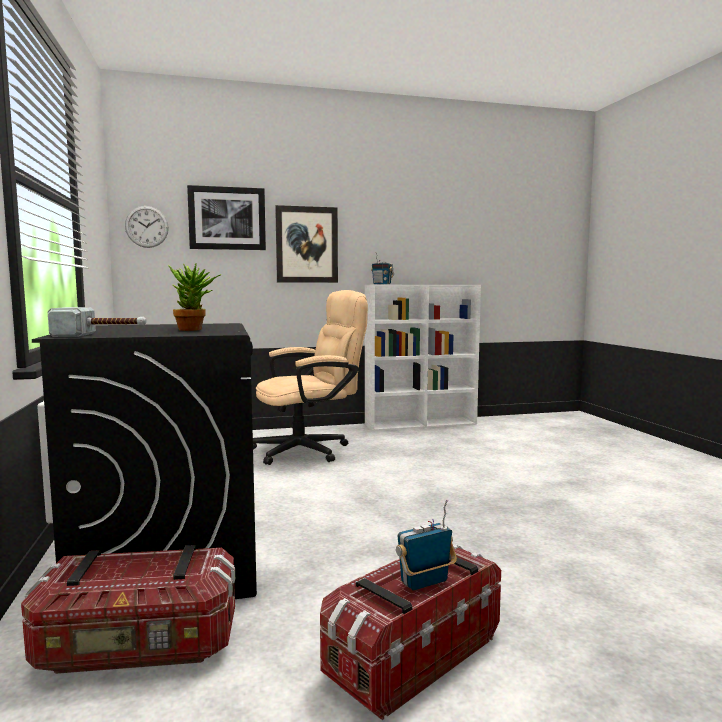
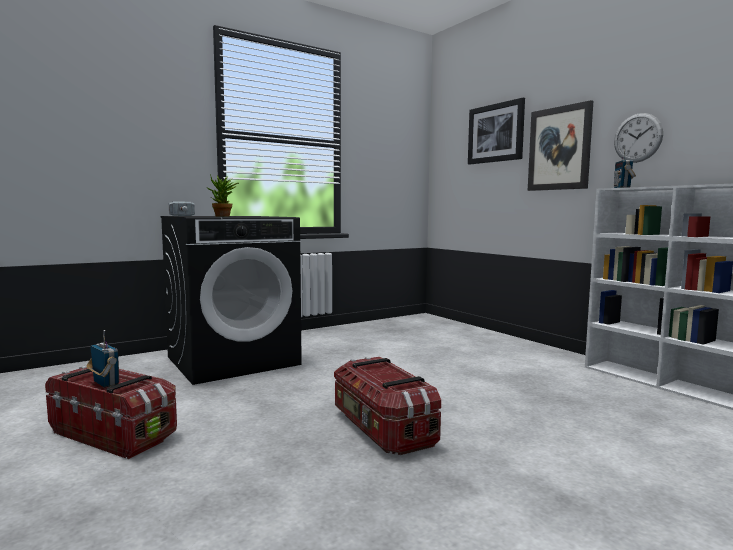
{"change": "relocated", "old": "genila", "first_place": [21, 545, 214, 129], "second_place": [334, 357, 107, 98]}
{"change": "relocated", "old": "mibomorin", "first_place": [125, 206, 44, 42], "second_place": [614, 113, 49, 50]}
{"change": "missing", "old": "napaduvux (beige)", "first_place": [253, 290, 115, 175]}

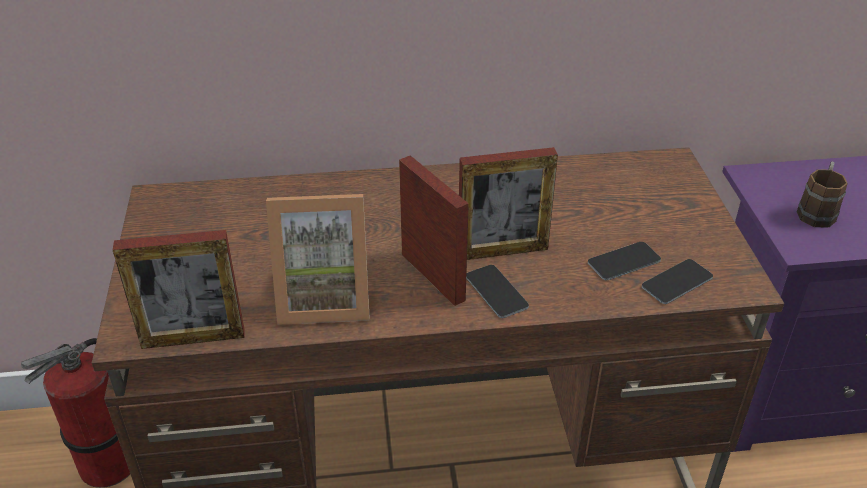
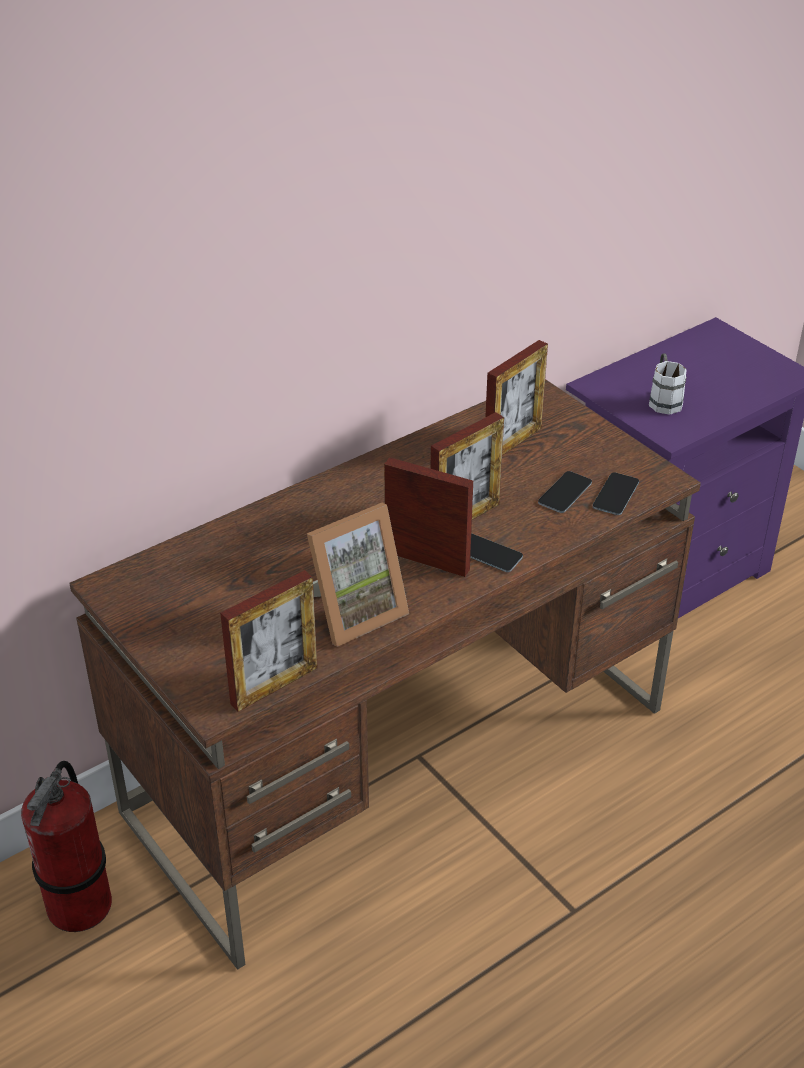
{"change": "colour", "old": "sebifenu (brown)", "new": "sebifenu (white)", "first_place": [797, 161, 51, 67], "second_place": [649, 353, 38, 61]}
{"change": "appeared", "new": "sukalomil", "second_place": [485, 340, 63, 116]}

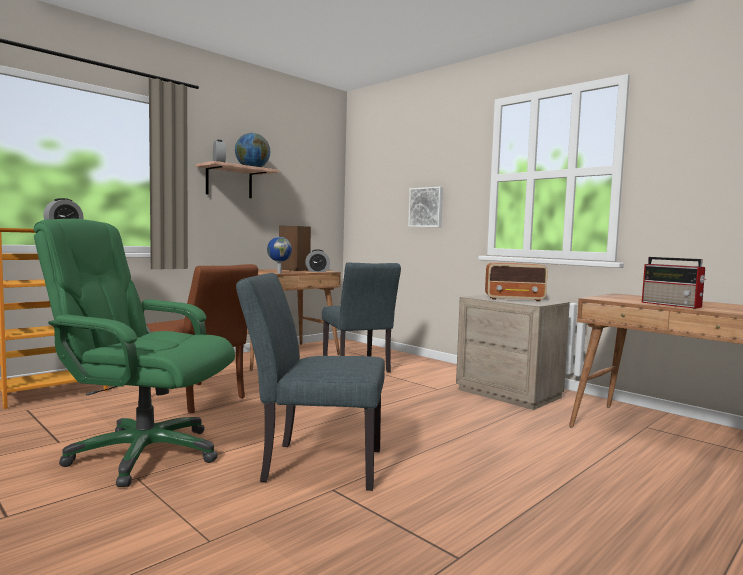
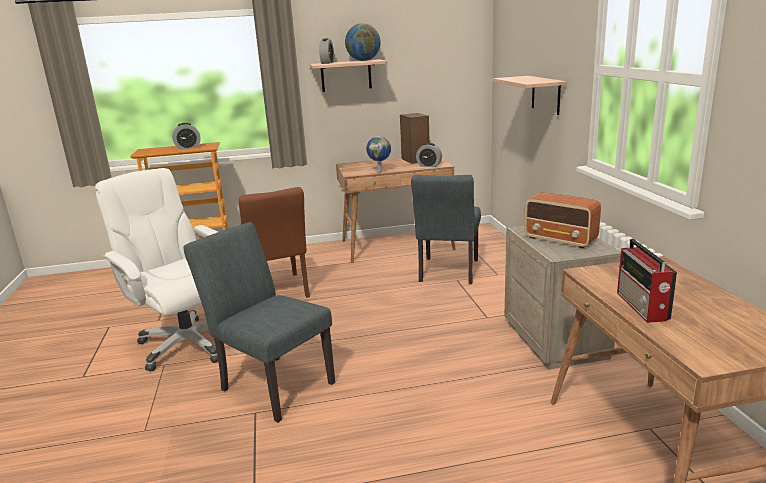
{"change": "colour", "old": "napaduvux (green)", "new": "napaduvux (white)", "first_place": [34, 219, 201, 268], "second_place": [95, 168, 123, 203]}
{"change": "exchanged", "old": "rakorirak", "new": "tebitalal", "first_place": [408, 187, 35, 40], "second_place": [493, 76, 74, 39]}

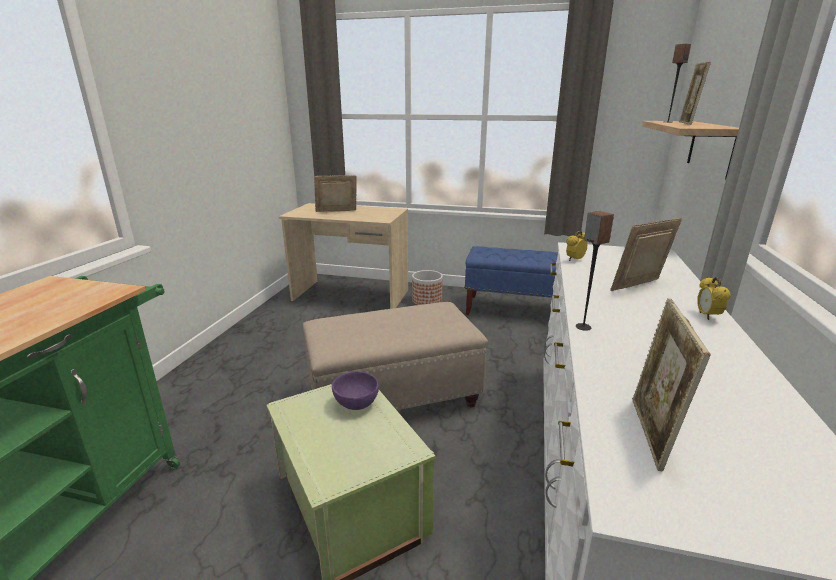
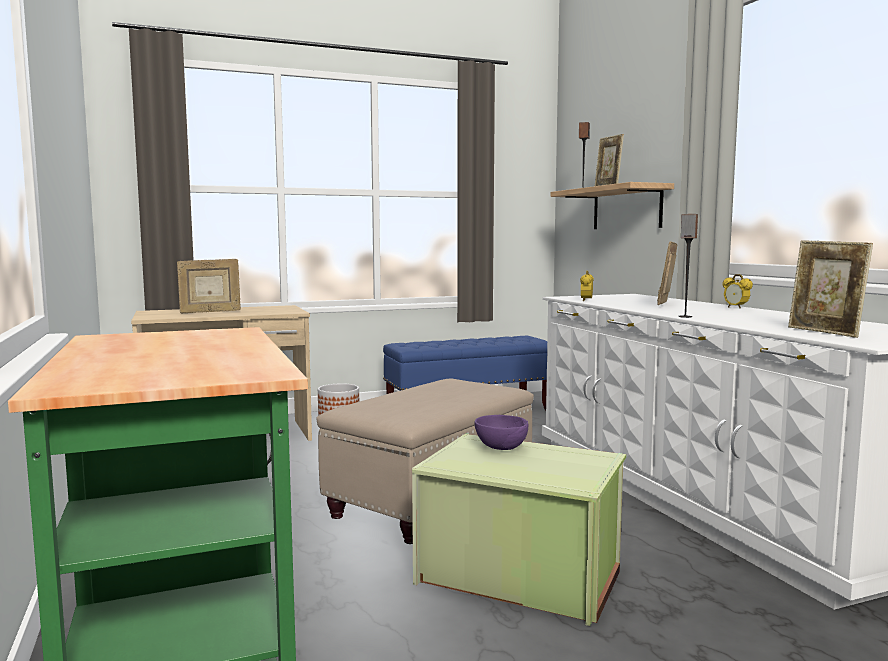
{"change": "spun", "old": "sukalomil", "first_place": [314, 175, 43, 37], "second_place": [177, 259, 64, 54], "degrees": -135}

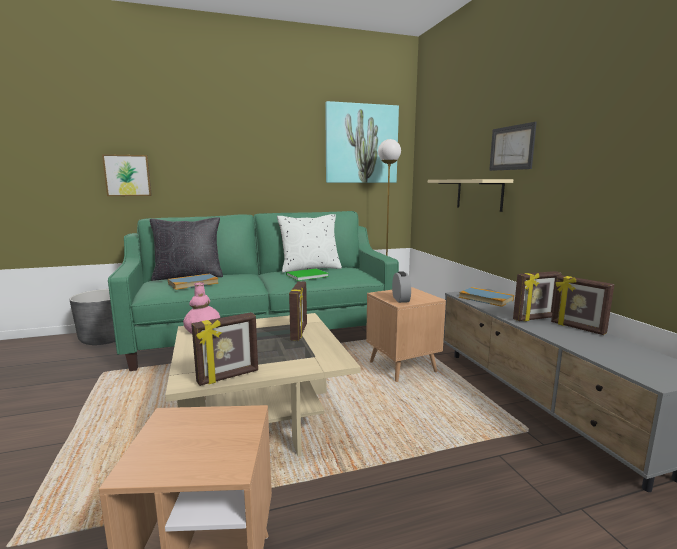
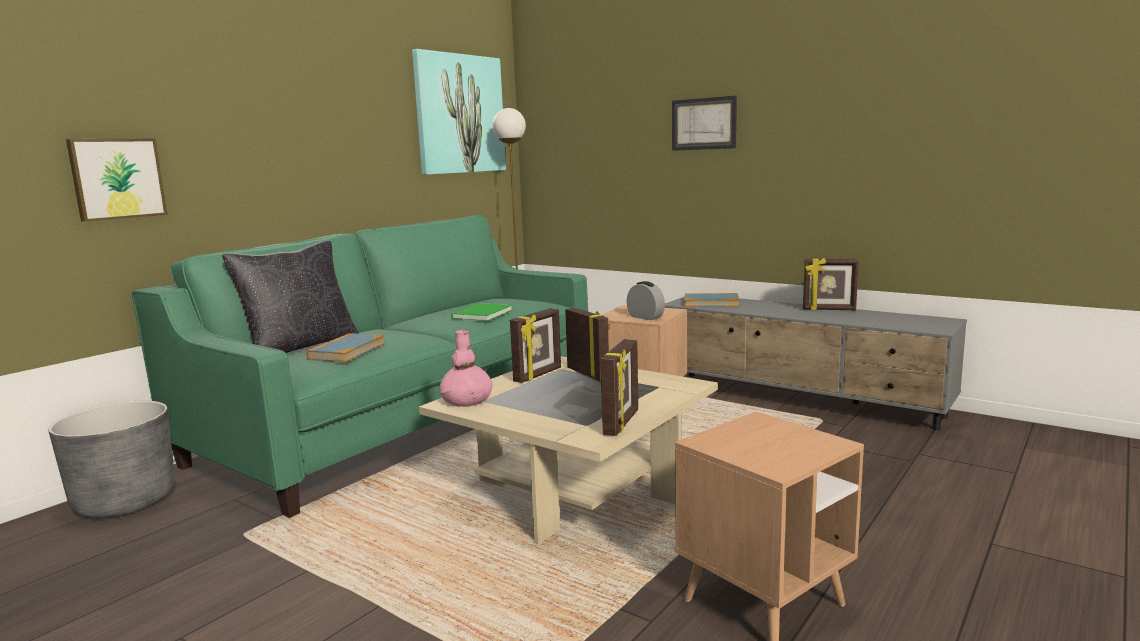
{"change": "missing", "old": "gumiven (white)", "first_place": [277, 214, 65, 58]}
{"change": "missing", "old": "tebitalal (beige)", "first_place": [428, 179, 85, 33]}
{"change": "relocated", "old": "sukalomil", "first_place": [513, 271, 49, 50], "second_place": [510, 308, 51, 75]}

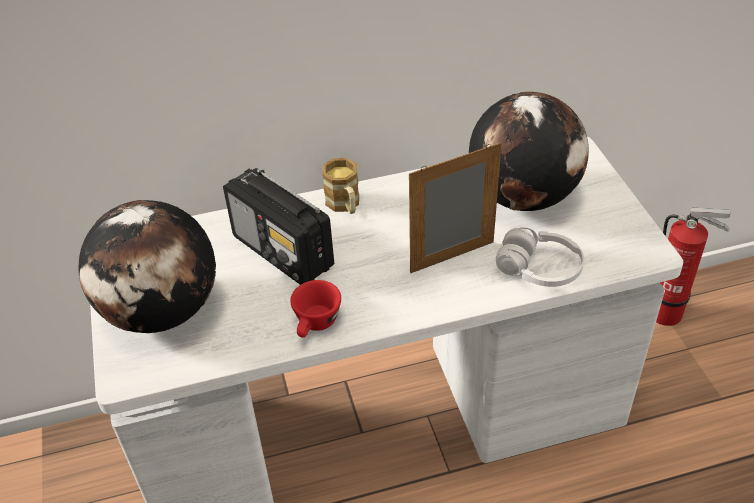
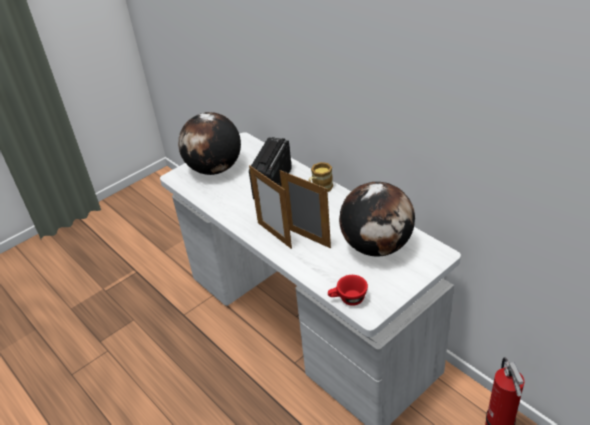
{"change": "relocated", "old": "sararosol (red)", "first_place": [290, 280, 51, 58], "second_place": [328, 275, 40, 31]}
{"change": "missing", "old": "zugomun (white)", "first_place": [496, 227, 88, 60]}
{"change": "appeared", "new": "sukalomil", "second_place": [249, 165, 43, 84]}

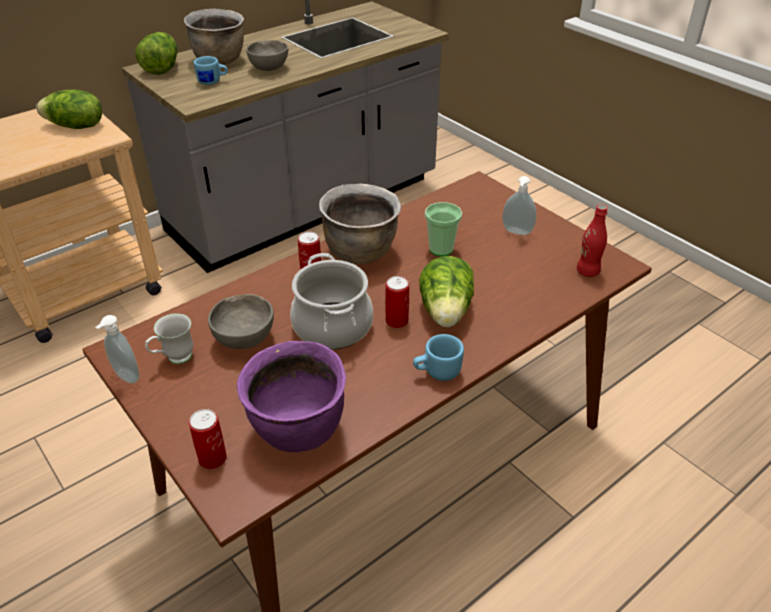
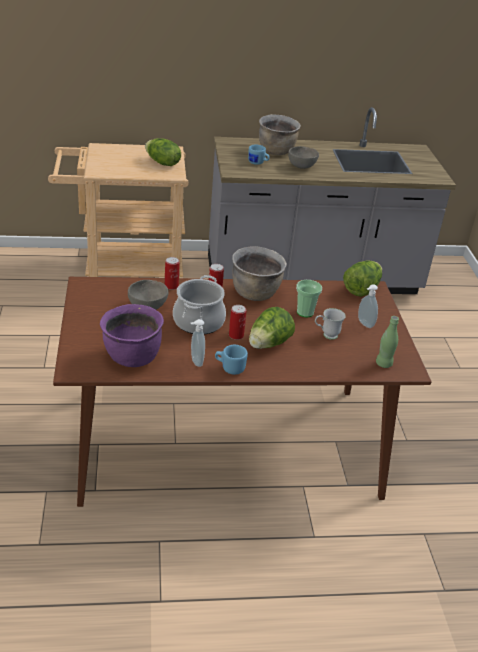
{"change": "relocated", "old": "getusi", "first_place": [96, 315, 44, 69], "second_place": [191, 319, 14, 48]}
{"change": "relocated", "old": "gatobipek", "first_place": [135, 32, 42, 43], "second_place": [343, 260, 39, 37]}
{"change": "relocated", "old": "sebifenu (white)", "first_place": [145, 313, 48, 51], "second_place": [315, 308, 31, 32]}
{"change": "relocated", "old": "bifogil", "first_place": [189, 409, 38, 60], "second_place": [165, 257, 15, 33]}
{"change": "colour", "old": "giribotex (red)", "new": "giribotex (green)", "first_place": [577, 204, 31, 73], "second_place": [376, 316, 23, 52]}

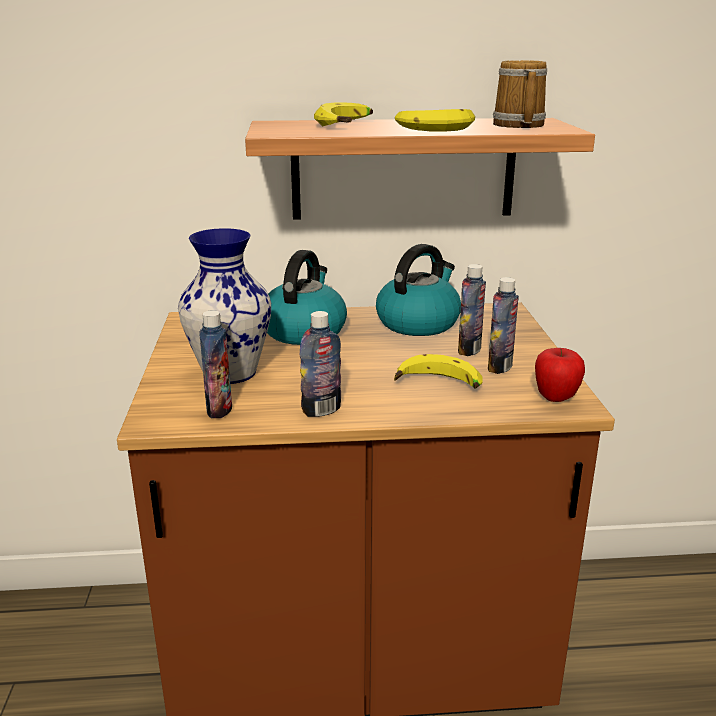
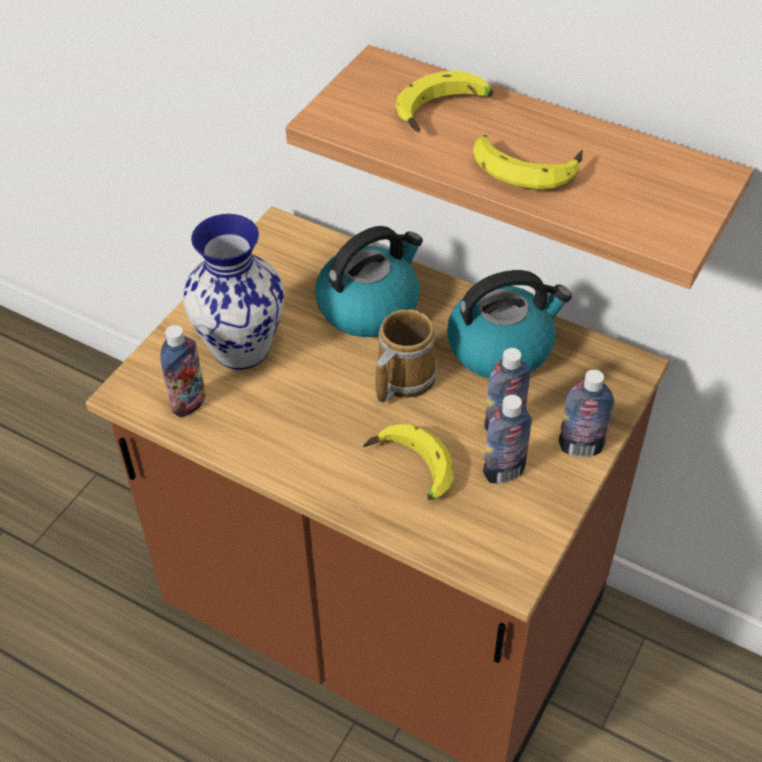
{"change": "relocated", "old": "giribotex", "first_place": [300, 311, 41, 106], "second_place": [559, 370, 56, 87]}
{"change": "relocated", "old": "sebifenu", "first_place": [493, 60, 54, 68], "second_place": [375, 309, 63, 94]}
{"change": "missing", "old": "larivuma", "first_place": [535, 348, 50, 54]}

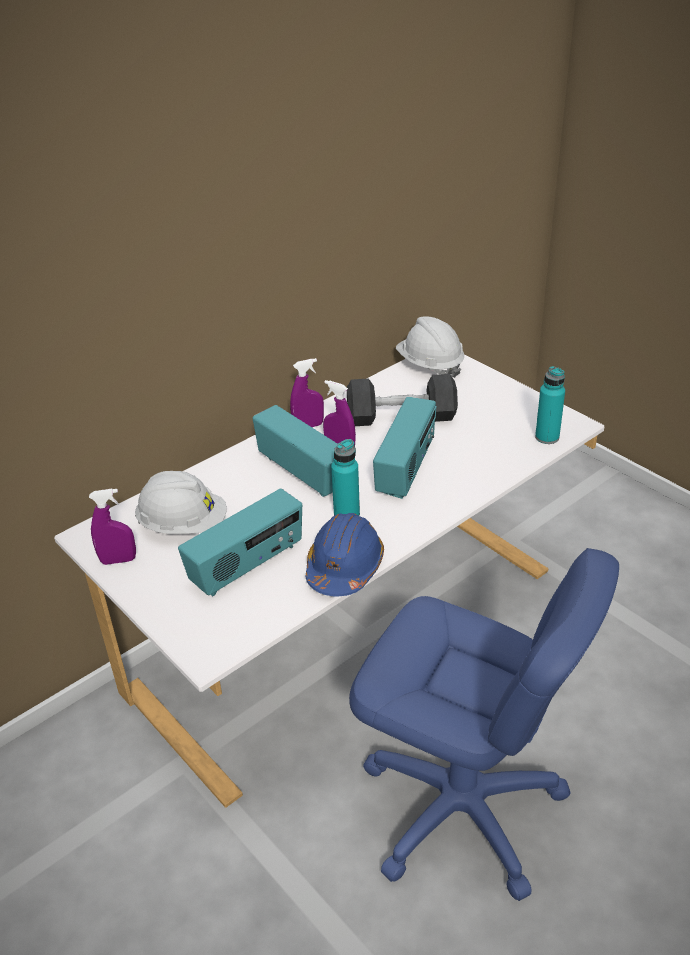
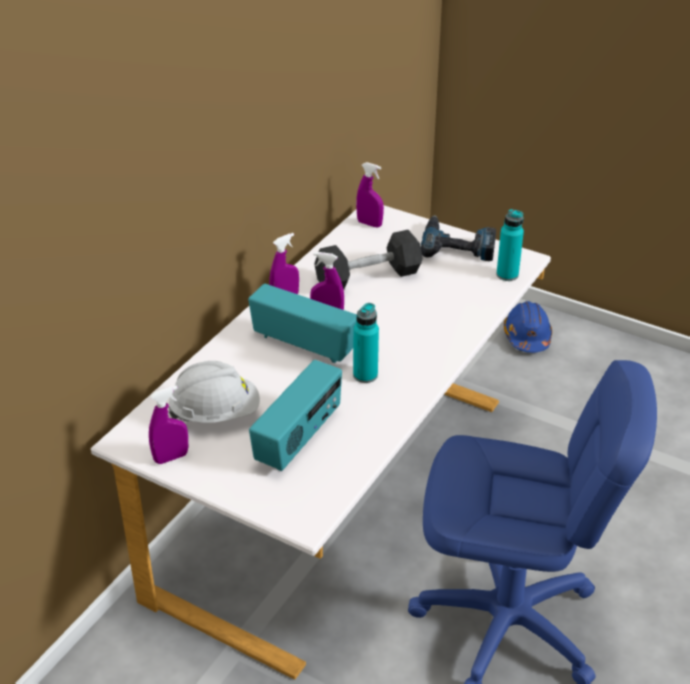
{"change": "relocated", "old": "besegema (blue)", "first_place": [306, 513, 78, 83], "second_place": [504, 301, 48, 52]}
{"change": "missing", "old": "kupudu", "first_place": [373, 397, 63, 102]}
{"change": "exchanged", "old": "besegema (white)", "new": "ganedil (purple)", "first_place": [396, 316, 68, 62], "second_place": [356, 162, 28, 65]}
{"change": "appeared", "new": "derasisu", "second_place": [421, 216, 75, 45]}

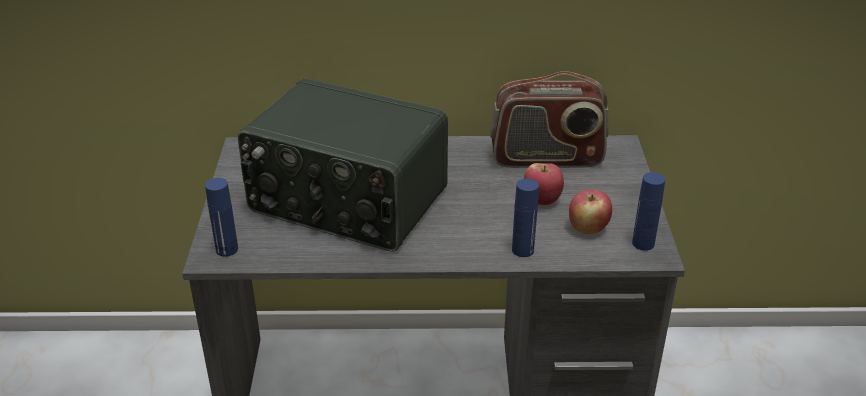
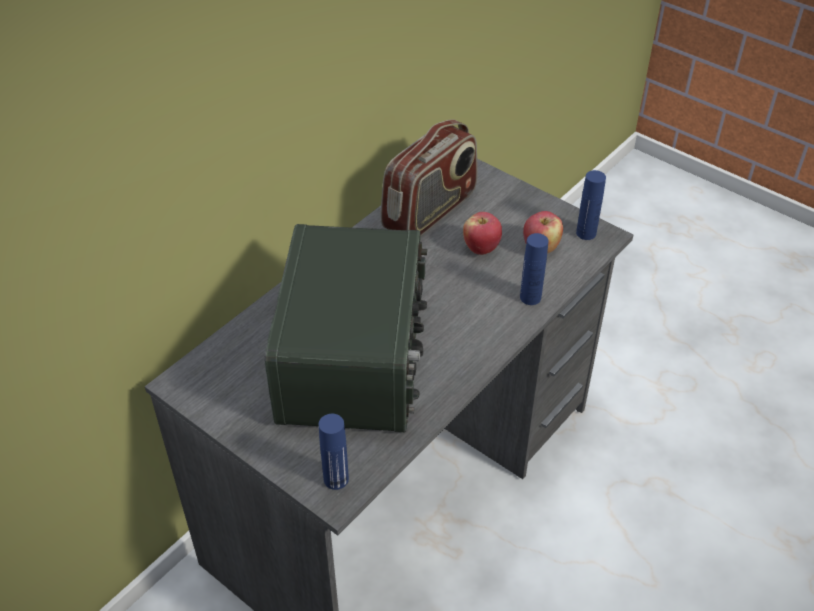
{"change": "spun", "old": "kupudu", "first_place": [238, 78, 210, 174], "second_place": [265, 224, 162, 208], "degrees": -60}

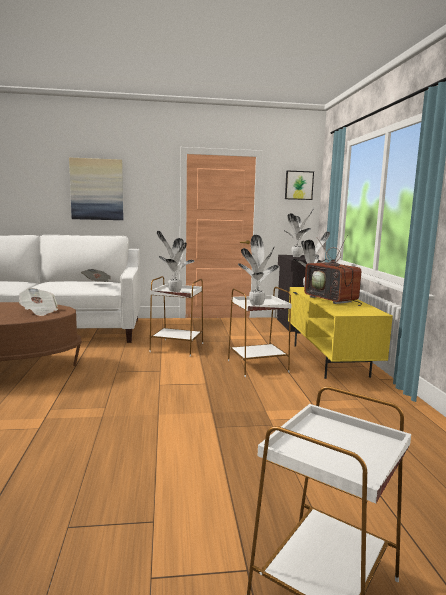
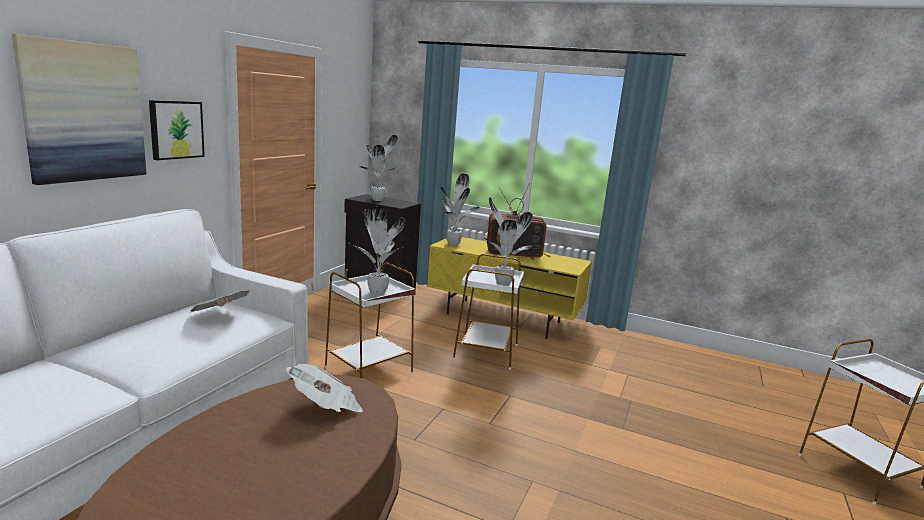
{"change": "relocated", "old": "rakorirak", "first_place": [285, 171, 29, 29], "second_place": [149, 100, 56, 60]}

